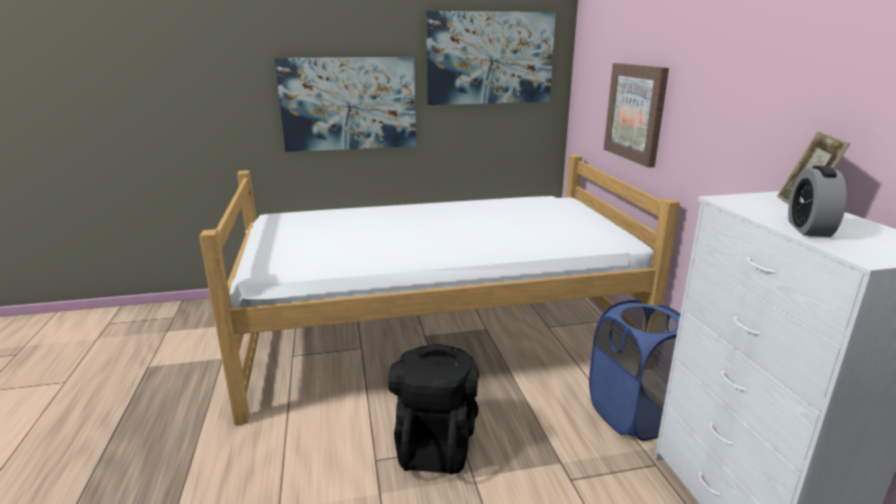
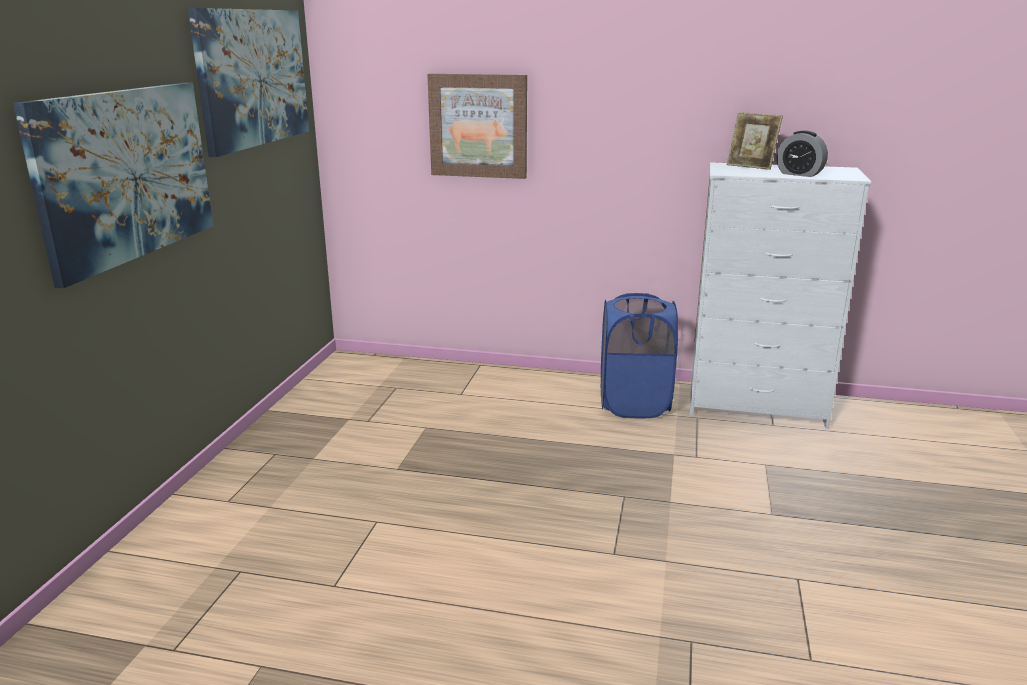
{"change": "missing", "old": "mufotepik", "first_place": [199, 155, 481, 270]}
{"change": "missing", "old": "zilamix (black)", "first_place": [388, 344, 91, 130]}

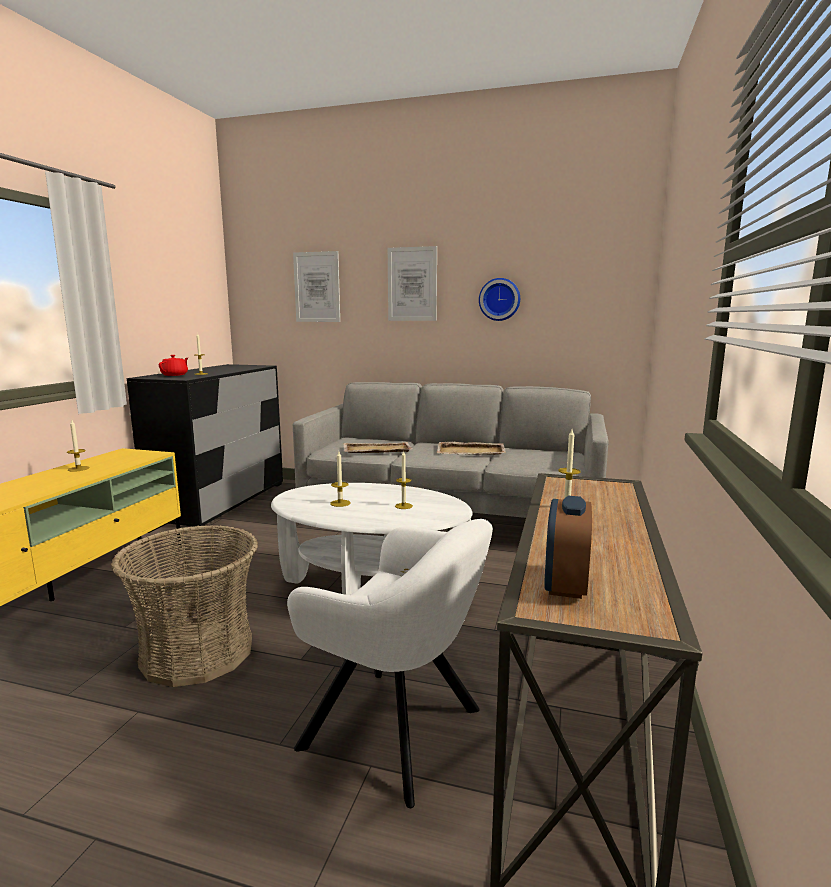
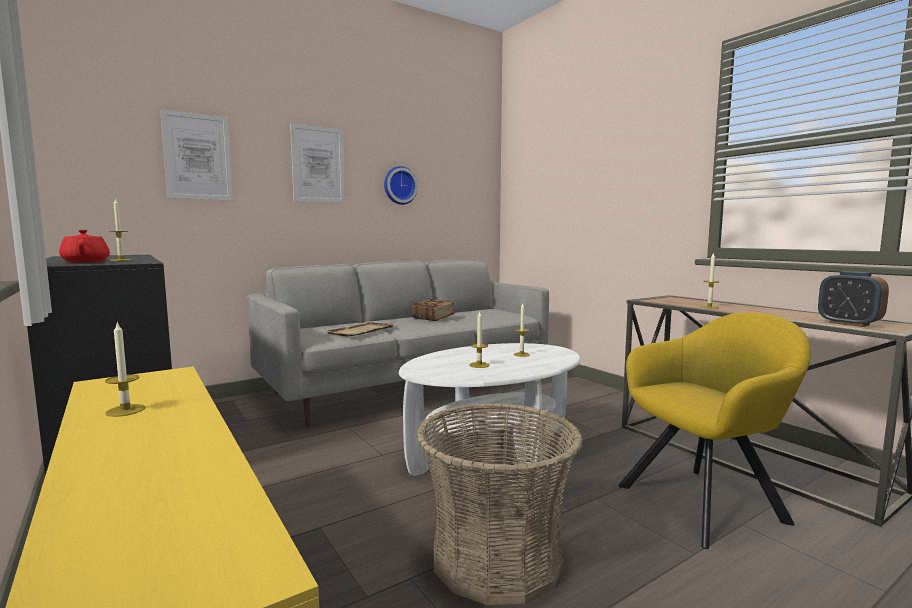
{"change": "colour", "old": "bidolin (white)", "new": "bidolin (yellow)", "first_place": [287, 519, 206, 289], "second_place": [618, 312, 193, 237]}
{"change": "exchanged", "old": "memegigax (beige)", "new": "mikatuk", "first_place": [437, 442, 69, 13], "second_place": [411, 299, 44, 22]}

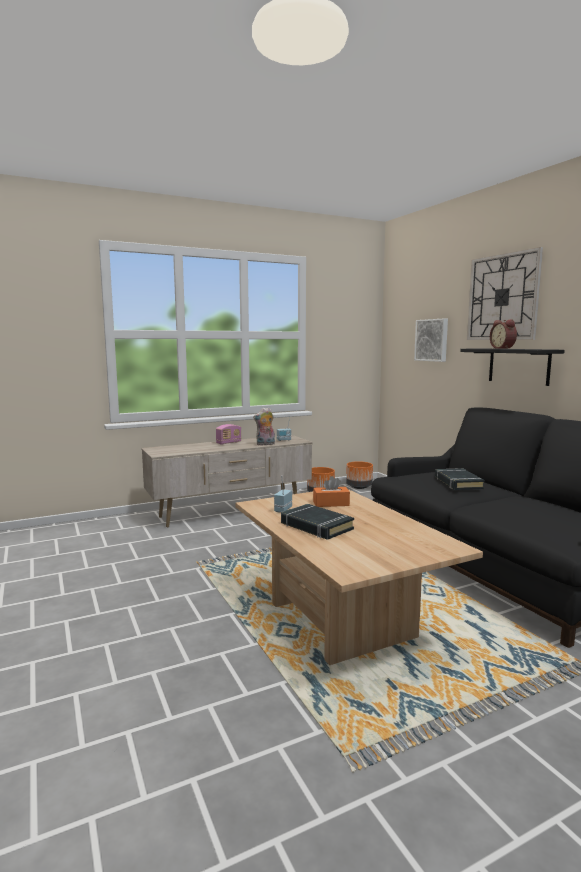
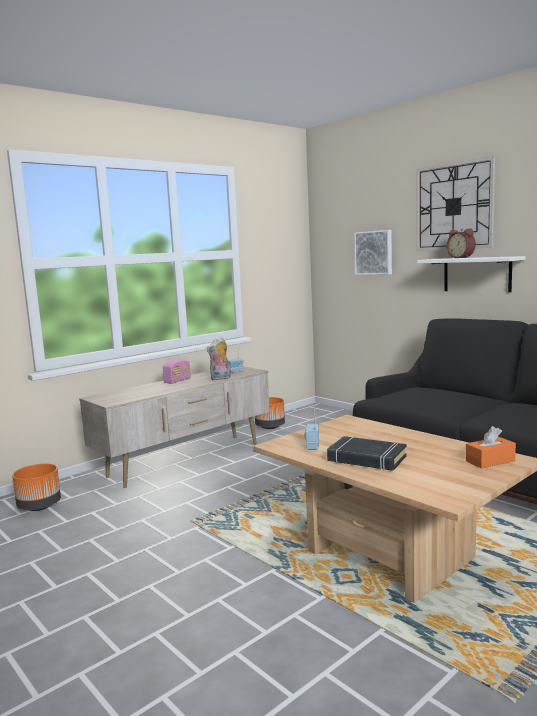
{"change": "relocated", "old": "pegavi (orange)", "first_place": [313, 476, 37, 31], "second_place": [466, 426, 50, 43]}
{"change": "relocated", "old": "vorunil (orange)", "first_place": [346, 461, 27, 28], "second_place": [12, 463, 49, 48]}
{"change": "missing", "old": "mikatuk (black)", "first_place": [435, 468, 50, 22]}
{"change": "colour", "old": "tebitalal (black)", "new": "tebitalal (white)", "first_place": [460, 348, 105, 38], "second_place": [417, 256, 109, 36]}

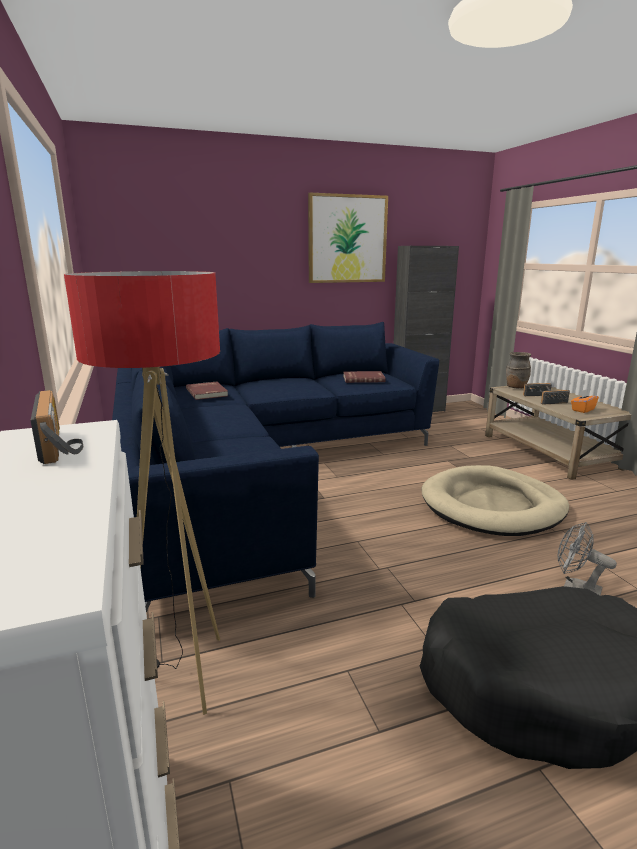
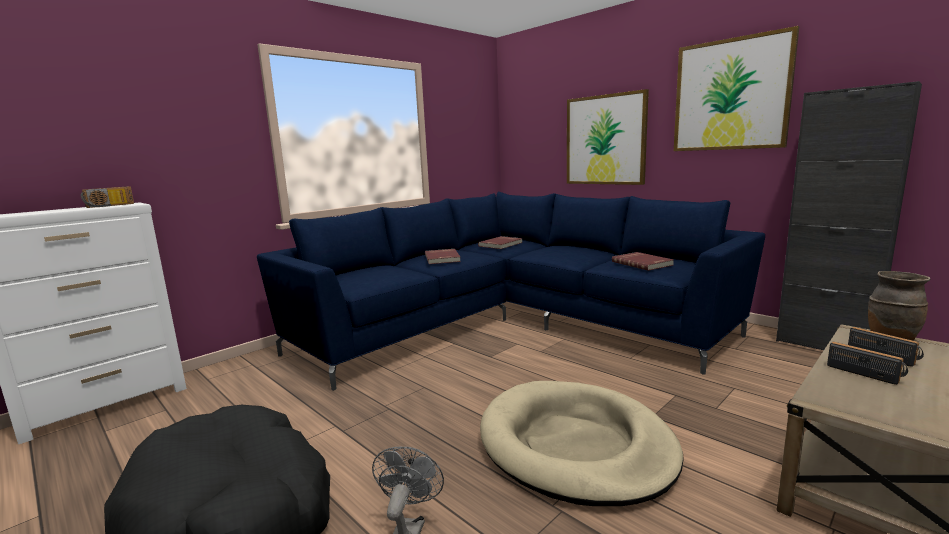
{"change": "missing", "old": "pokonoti", "first_place": [64, 271, 156, 444]}
{"change": "missing", "old": "pegavi (orange)", "first_place": [571, 389, 28, 24]}
{"change": "appeared", "new": "mikatuk (red)", "second_place": [425, 249, 36, 15]}
{"change": "appeared", "new": "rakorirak", "second_place": [567, 89, 82, 96]}

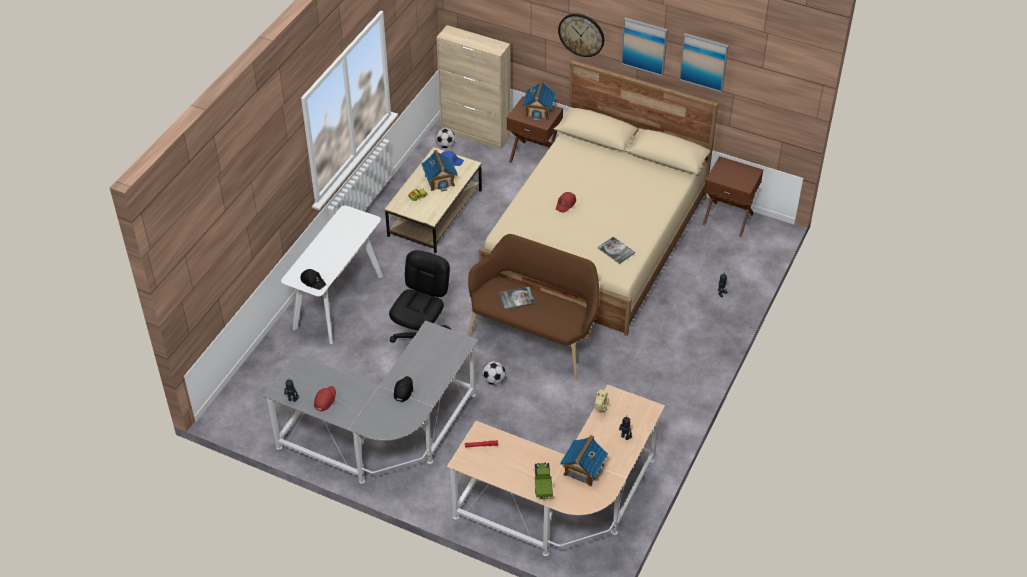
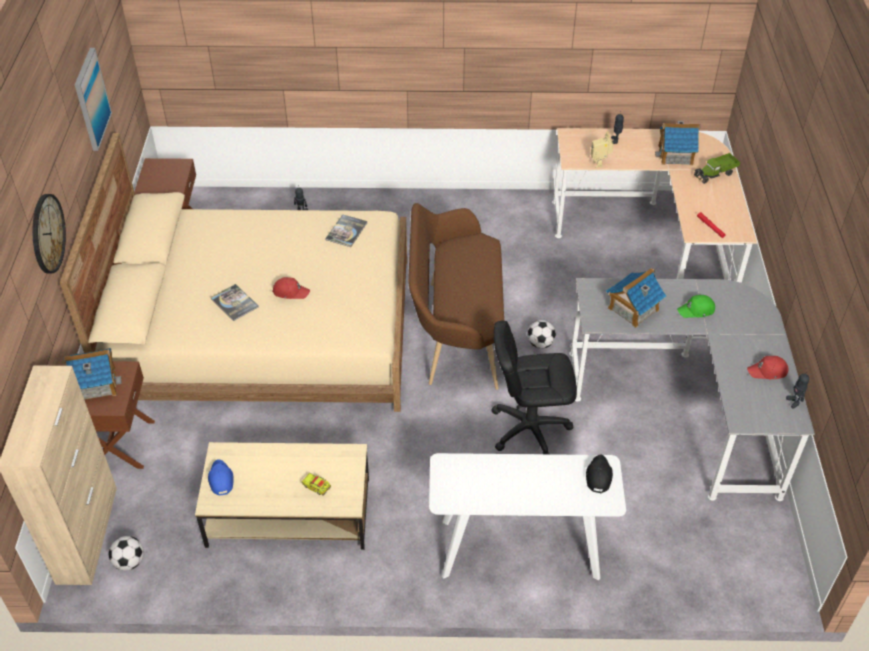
{"change": "colour", "old": "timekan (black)", "new": "timekan (green)", "first_place": [394, 376, 19, 26], "second_place": [677, 295, 38, 23]}
{"change": "relocated", "old": "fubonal", "first_place": [422, 150, 36, 42], "second_place": [606, 268, 60, 60]}
{"change": "relocated", "old": "mikatuk", "first_place": [499, 287, 36, 23], "second_place": [211, 284, 48, 37]}
{"change": "missing", "old": "rakorirak", "first_place": [621, 17, 47, 59]}

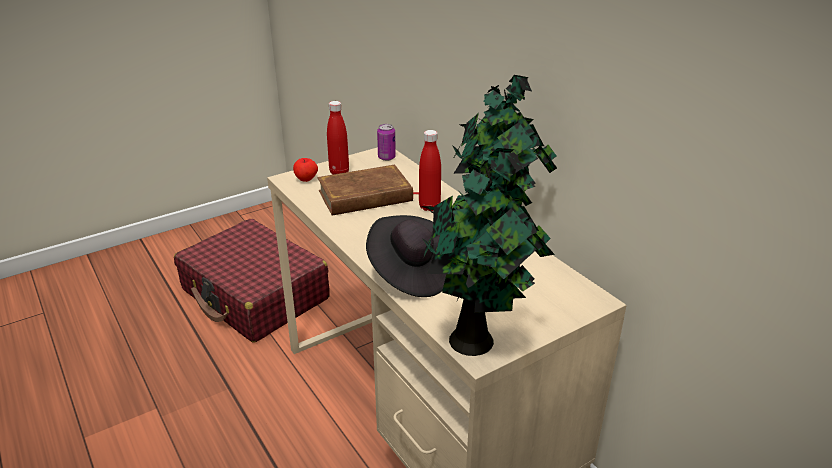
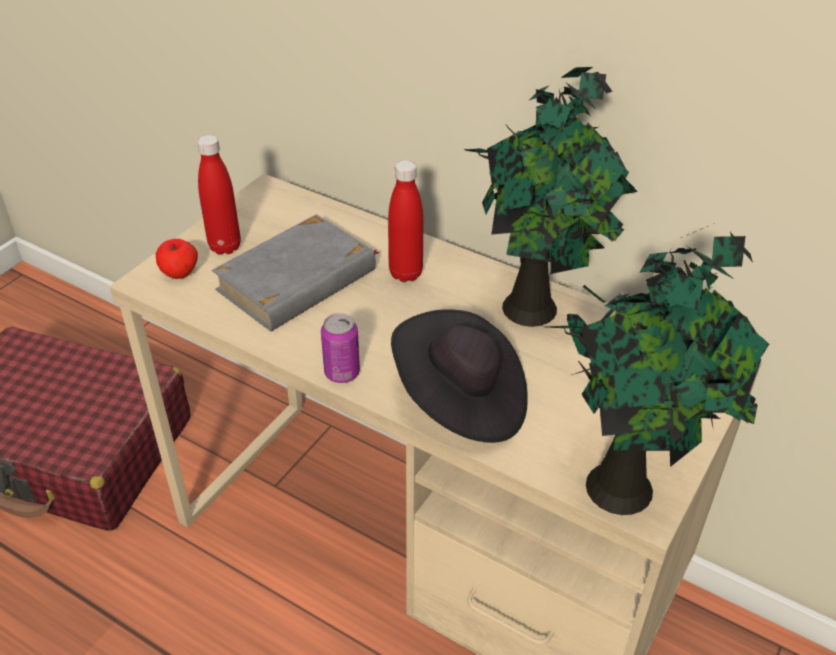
{"change": "colour", "old": "mikatuk (brown)", "new": "mikatuk (grey)", "first_place": [317, 165, 102, 51], "second_place": [212, 214, 168, 118]}
{"change": "relocated", "old": "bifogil", "first_place": [377, 124, 19, 37], "second_place": [321, 313, 39, 70]}

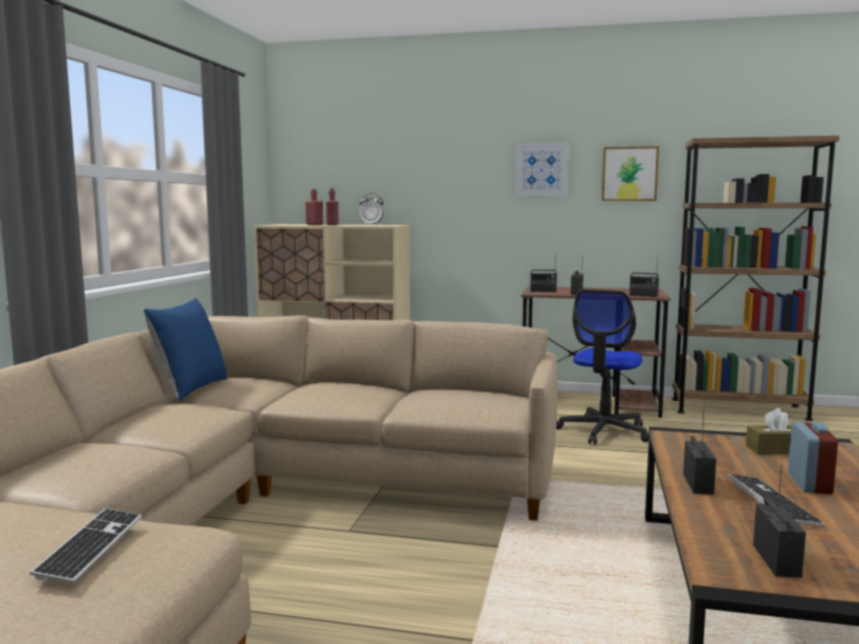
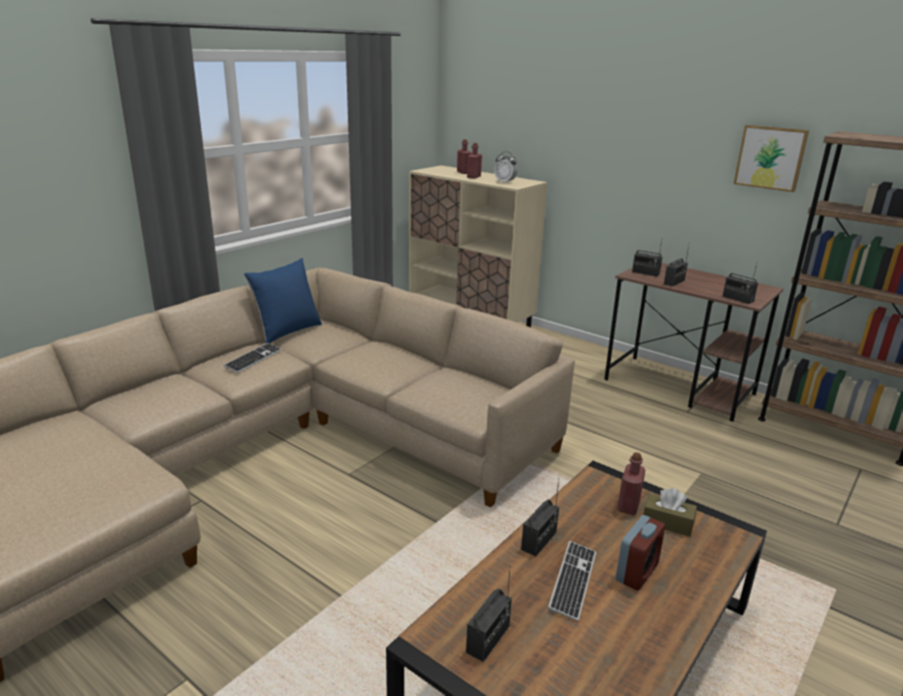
{"change": "relocated", "old": "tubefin", "first_place": [30, 508, 112, 75], "second_place": [223, 343, 59, 30]}
{"change": "missing", "old": "rakorirak", "first_place": [515, 143, 54, 53]}
{"change": "missing", "old": "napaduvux", "first_place": [556, 289, 93, 156]}
{"change": "appeared", "new": "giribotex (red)", "second_place": [617, 452, 29, 63]}

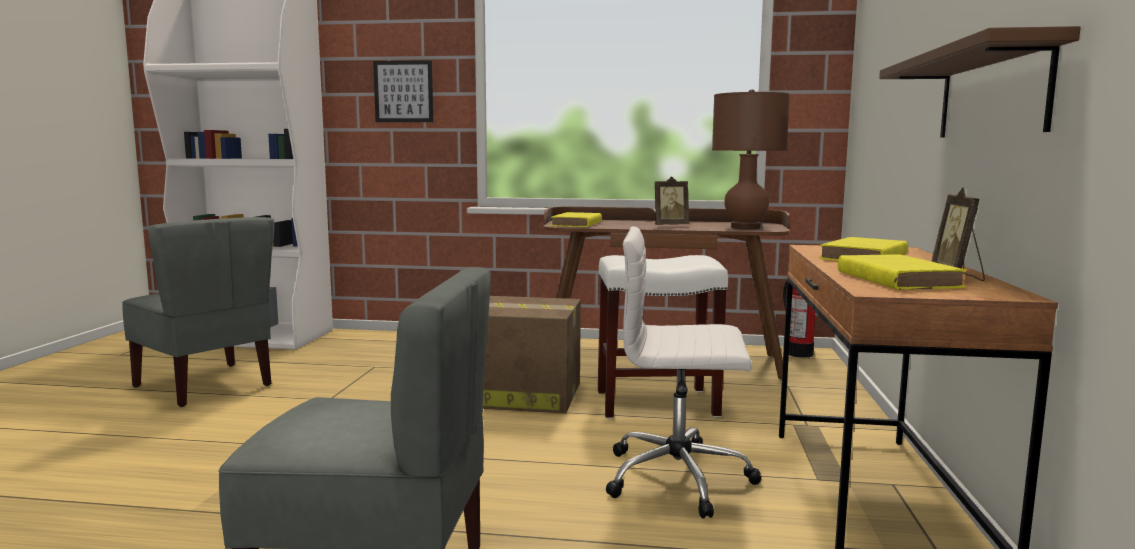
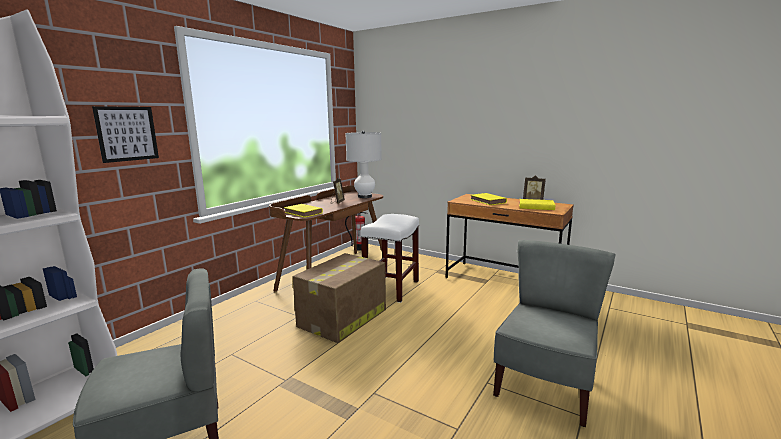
{"change": "missing", "old": "napaduvux (white)", "first_place": [606, 226, 156, 293]}
{"change": "colour", "old": "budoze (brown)", "new": "budoze (white)", "first_place": [712, 89, 78, 141], "second_place": [345, 130, 37, 68]}
{"change": "missing", "old": "tebitalal (brown)", "first_place": [879, 26, 202, 112]}

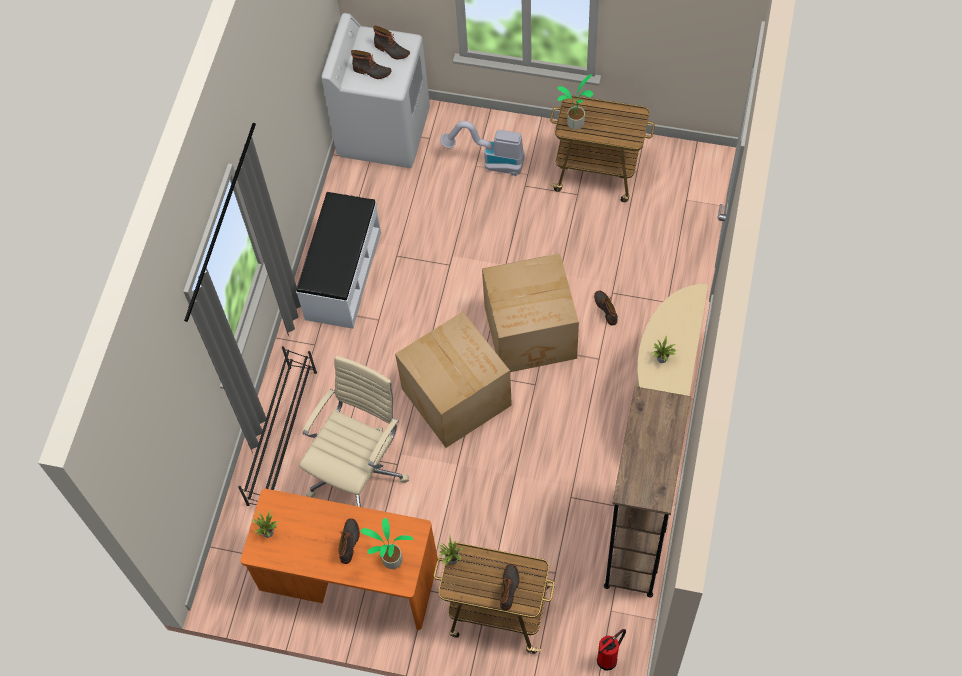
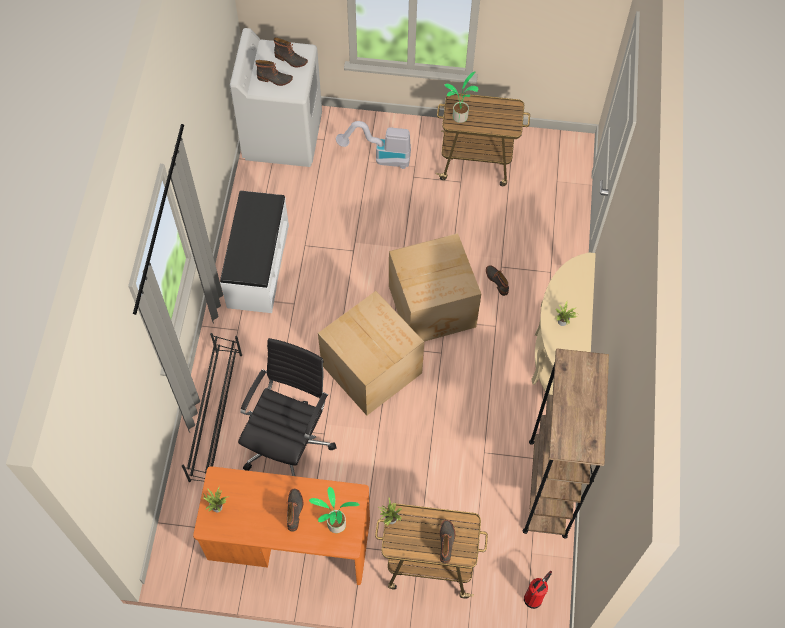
{"change": "colour", "old": "napaduvux (beige)", "new": "napaduvux (black)", "first_place": [299, 356, 110, 151], "second_place": [238, 338, 99, 138]}

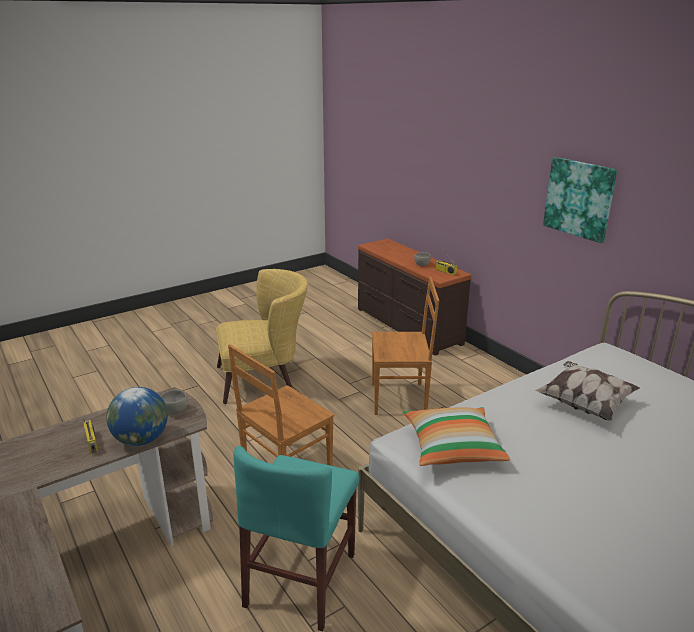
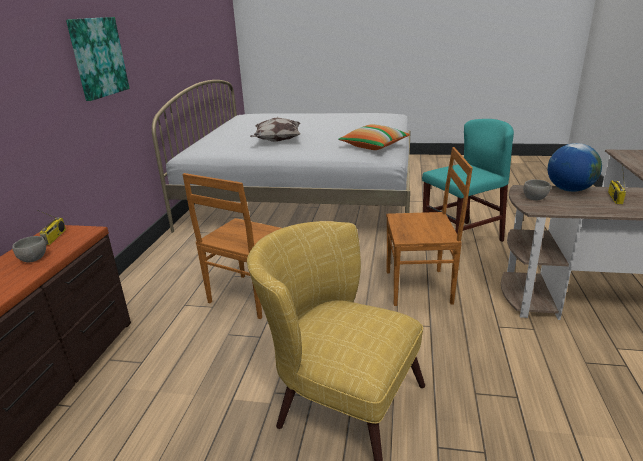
{"change": "spun", "old": "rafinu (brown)", "first_place": [372, 277, 67, 138], "second_place": [182, 173, 99, 146], "degrees": -105}

